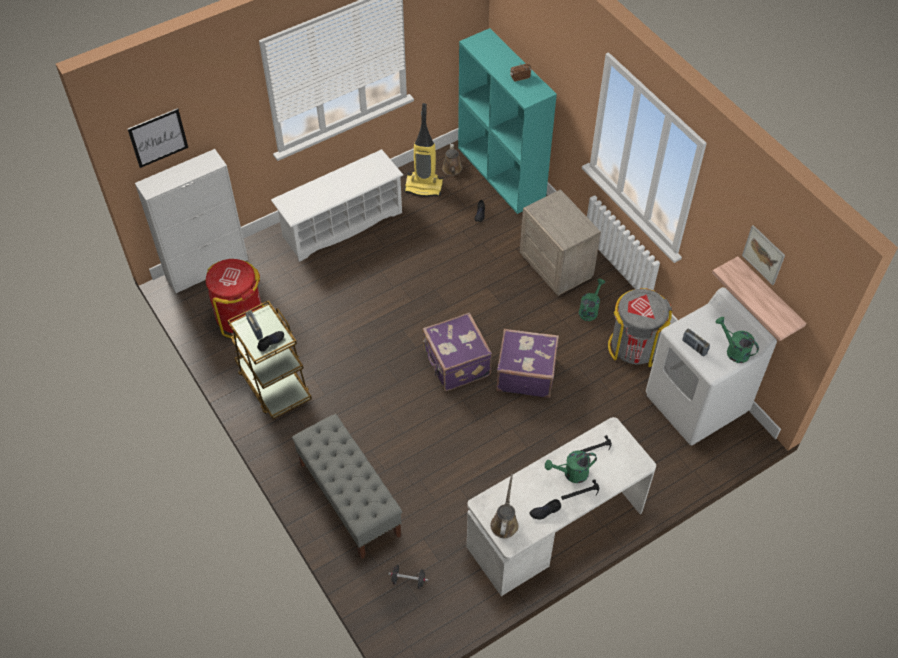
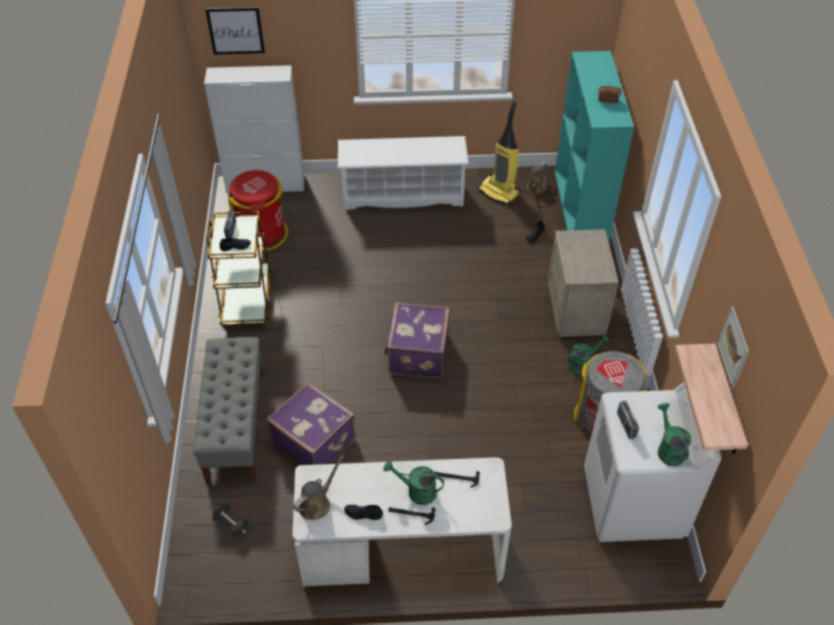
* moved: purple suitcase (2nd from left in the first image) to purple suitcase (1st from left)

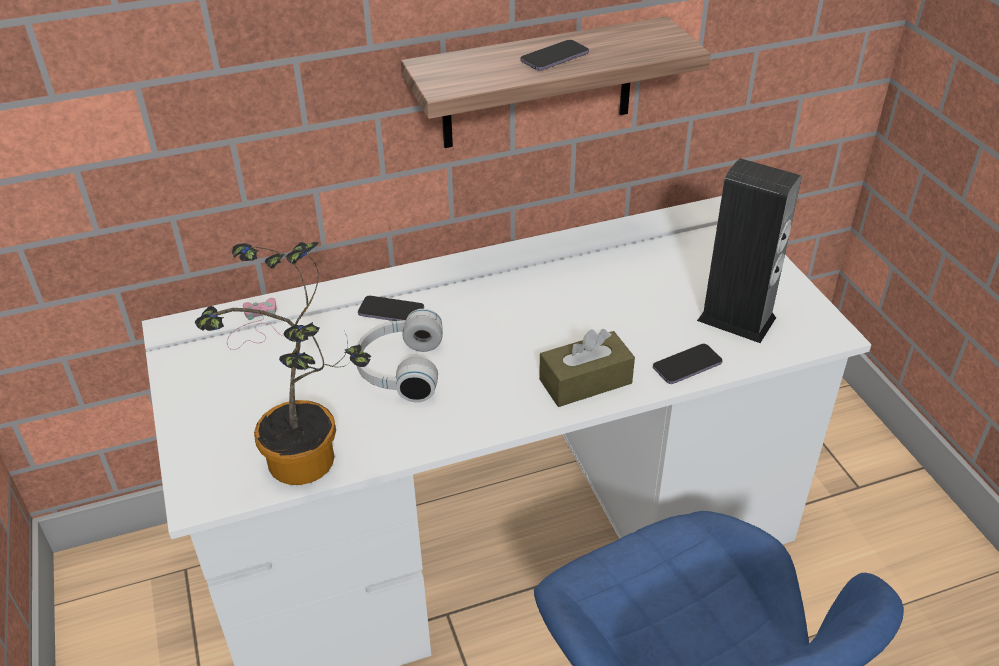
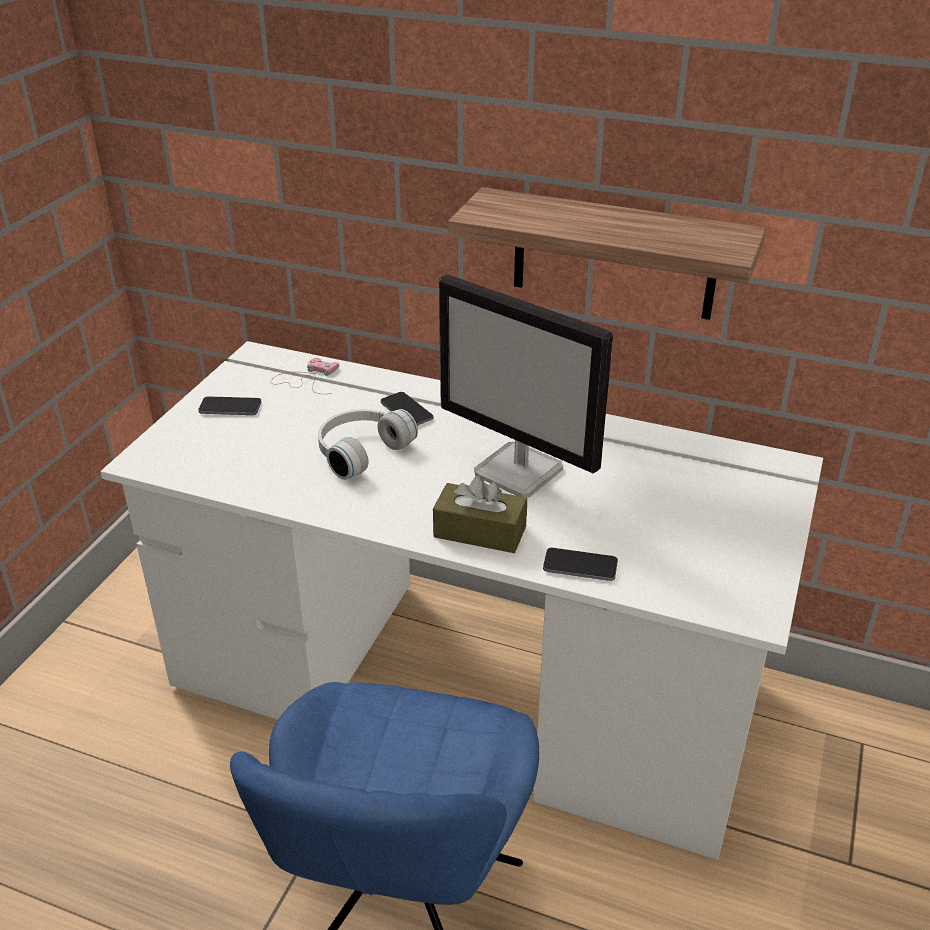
* removed: potted plant
* removed: speaker
* added: monitor
* moved: phone (2nd from left in the first image) to phone (1st from left)

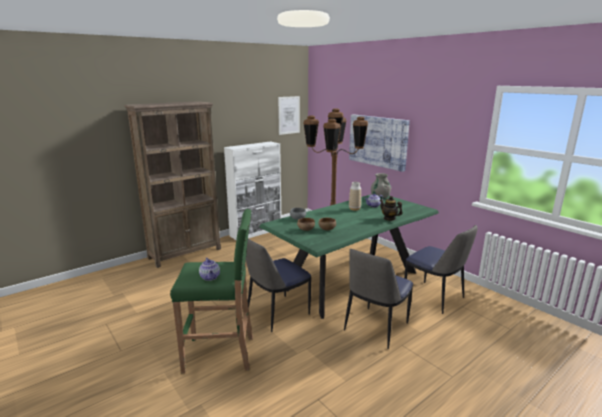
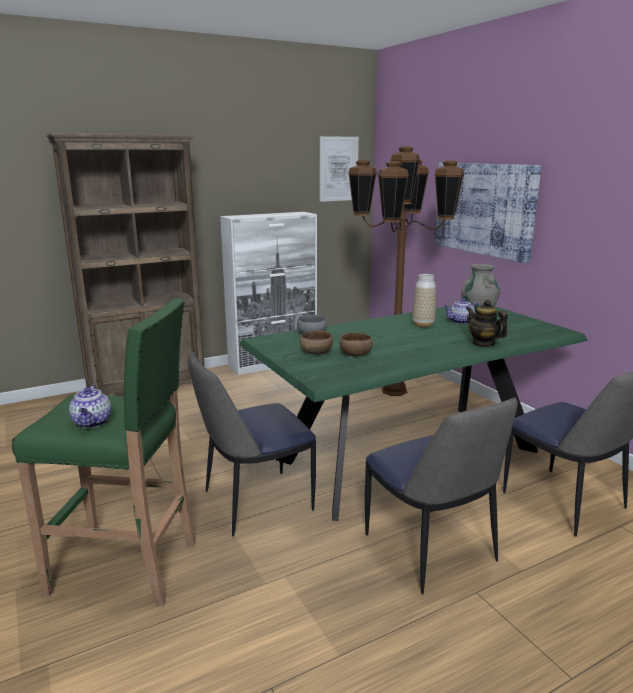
* turned: chair (2nd from left) 75 degrees counterclockwise

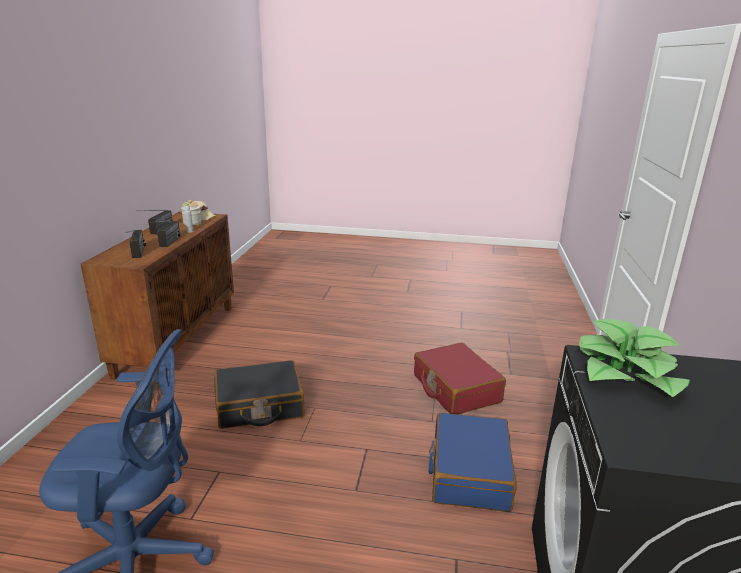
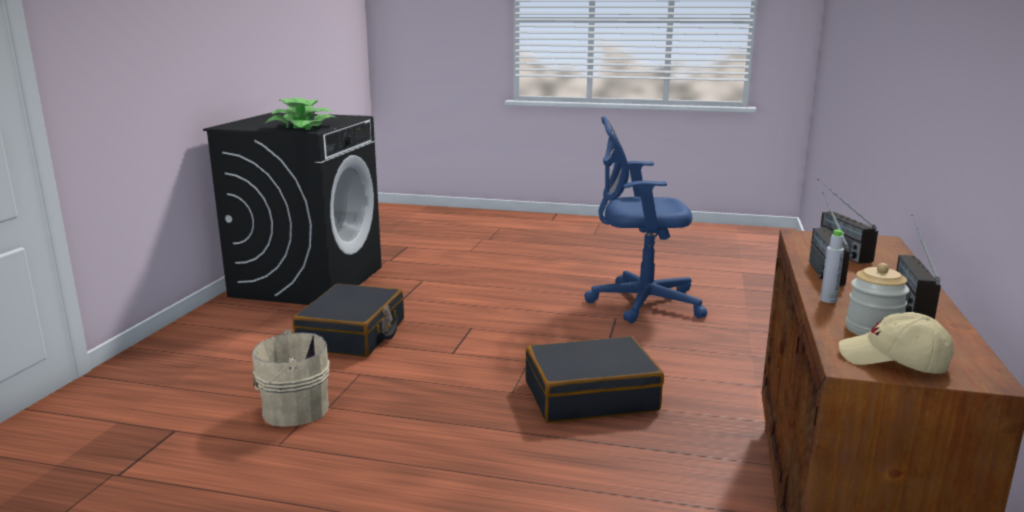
* replaced: red suitcase to beige bucket
* recoloured: blue suitcase to black suitcase (1st from left)

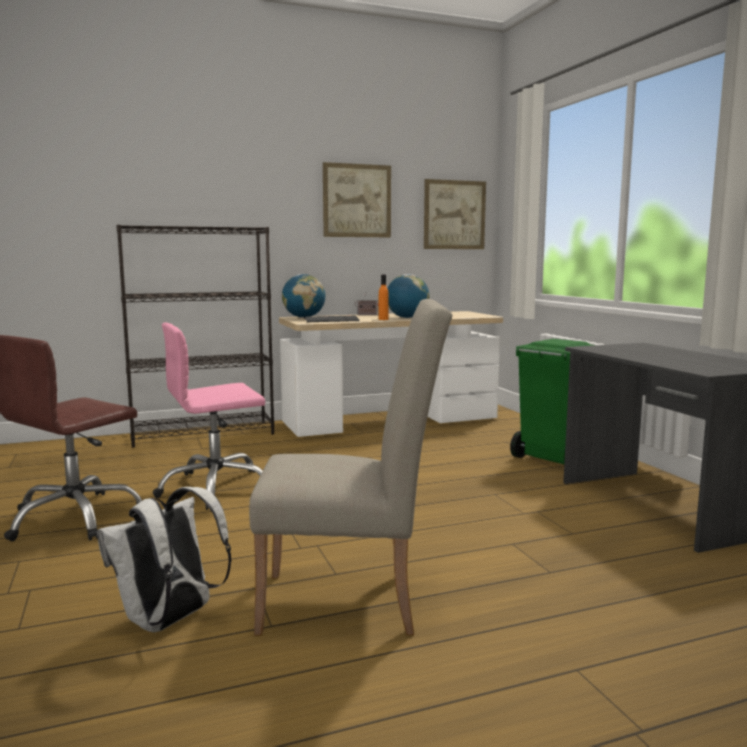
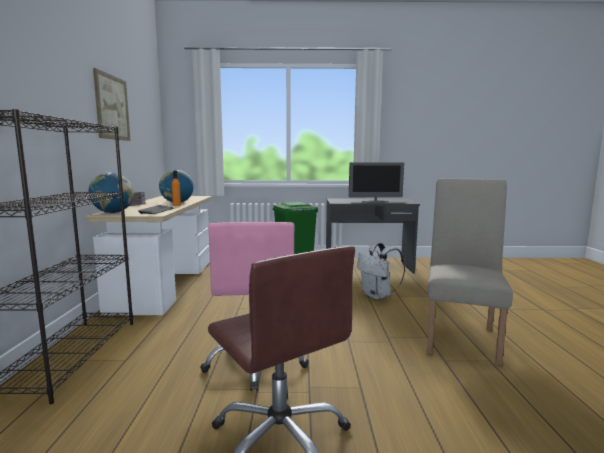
* removed: picture (2nd from left)
* added: monitor
* moved: white backpack

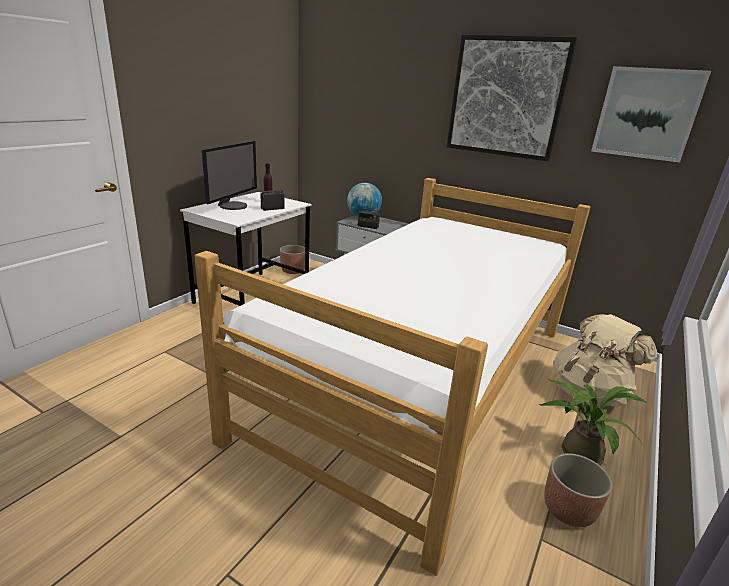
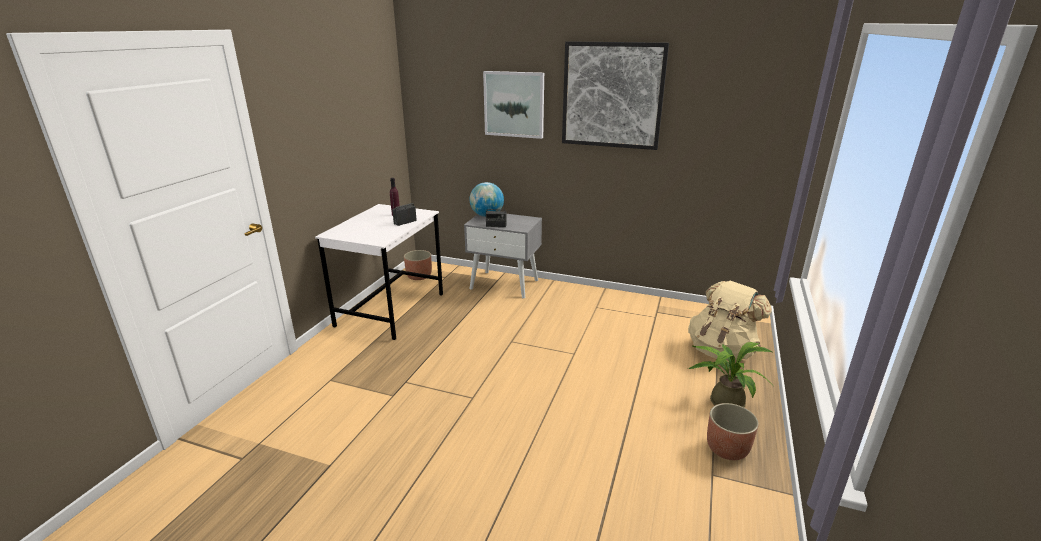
* removed: bed
* removed: monitor
* moved: picture (2nd from left in the first image) to picture (1st from left)

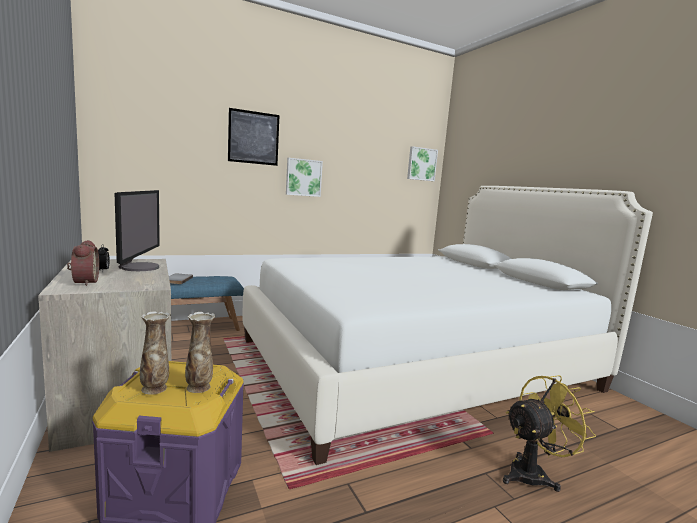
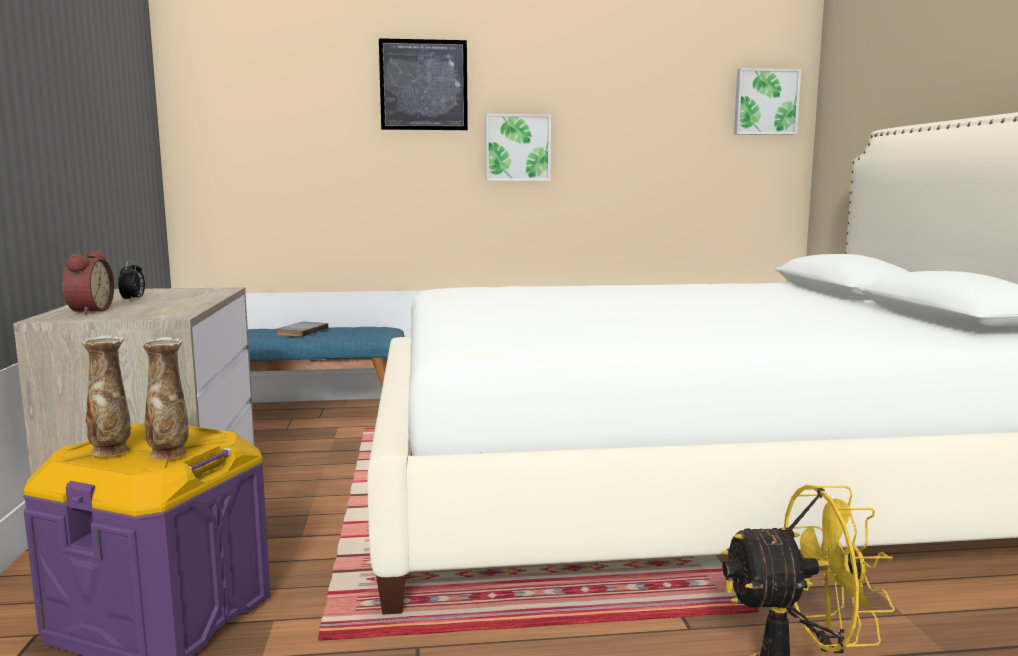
* removed: monitor

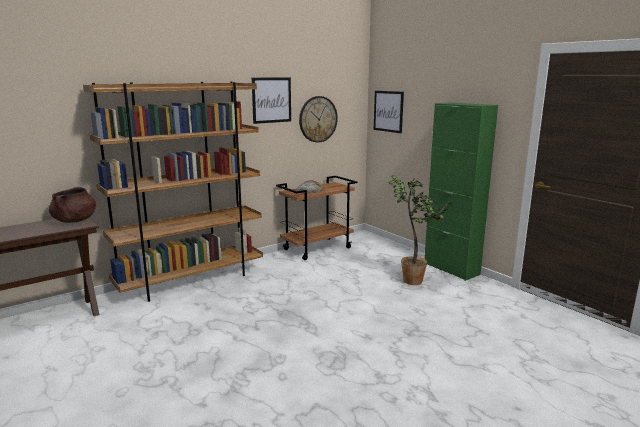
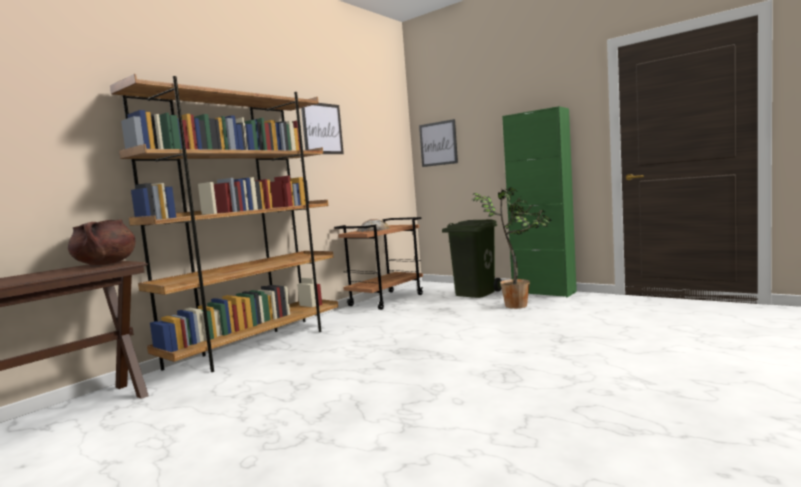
* removed: wall clock
* added: green trash can

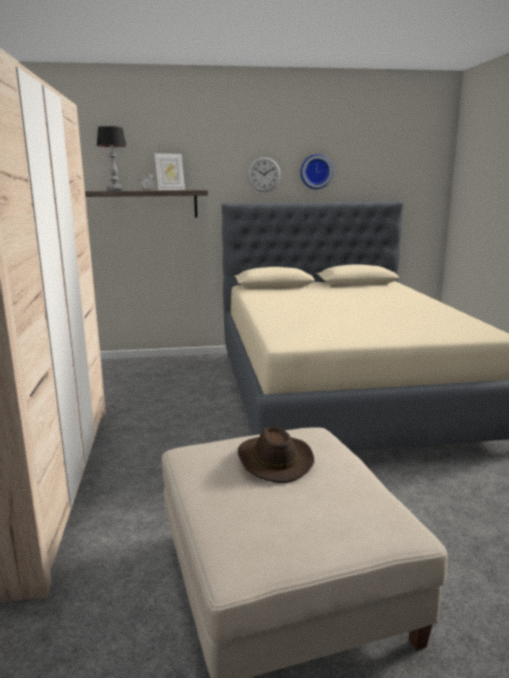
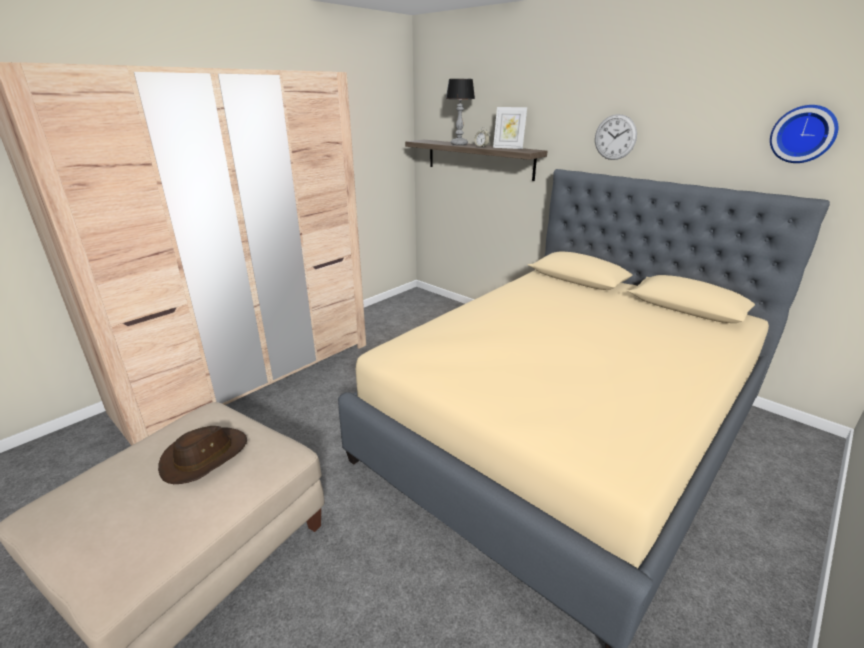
* moved: wall clock (2nd from left)

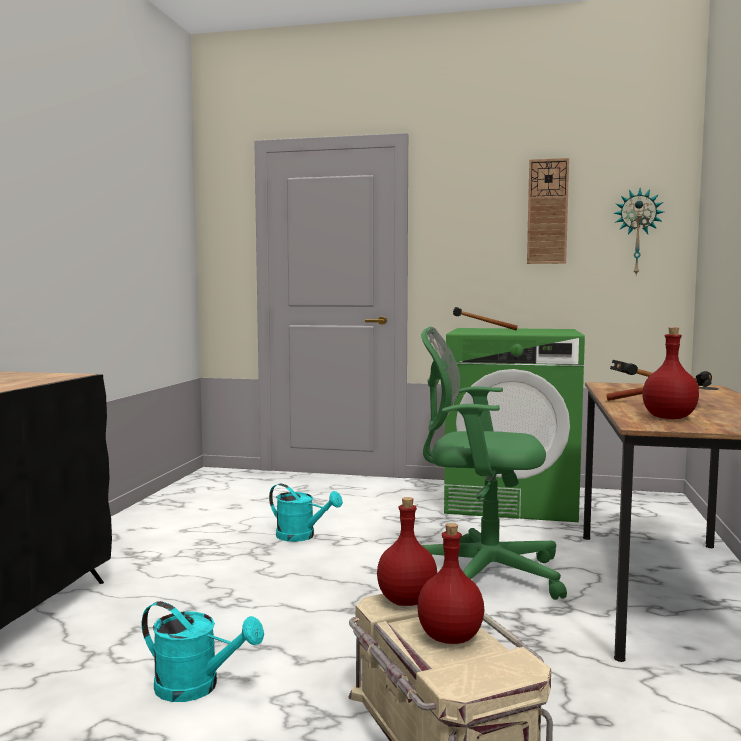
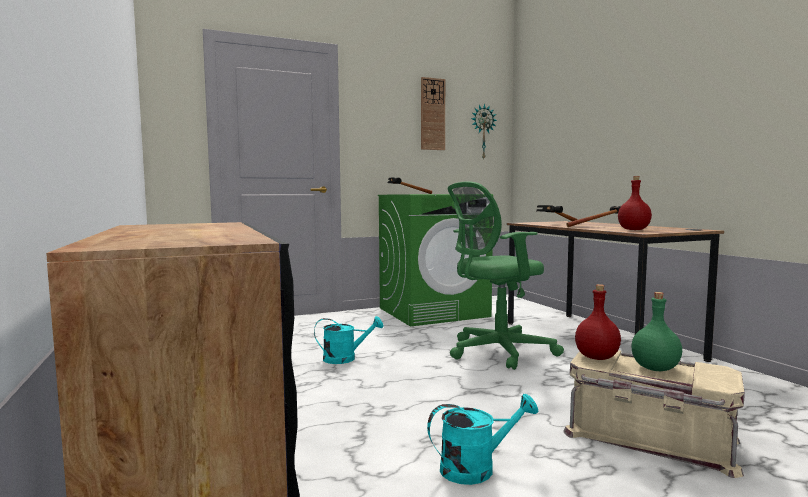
* recoloured: red bottle (2nd from left) to green bottle

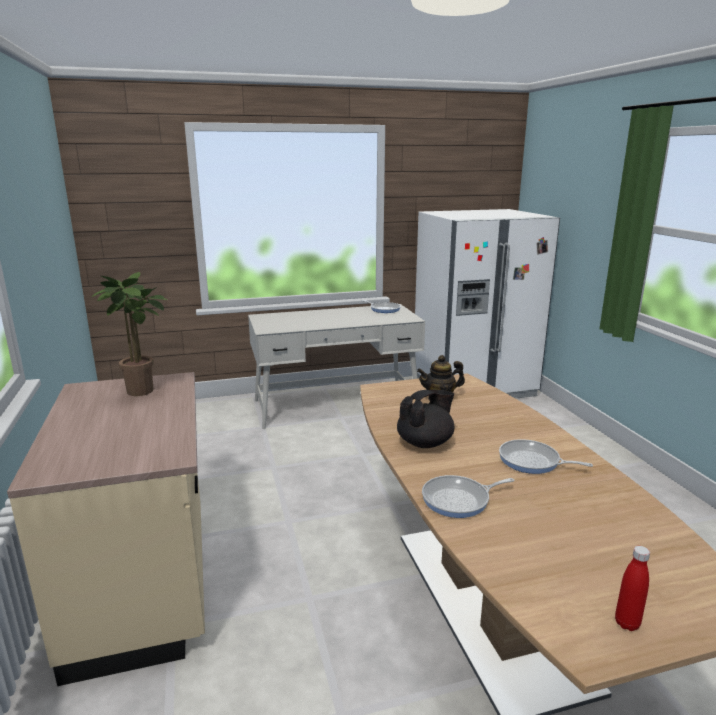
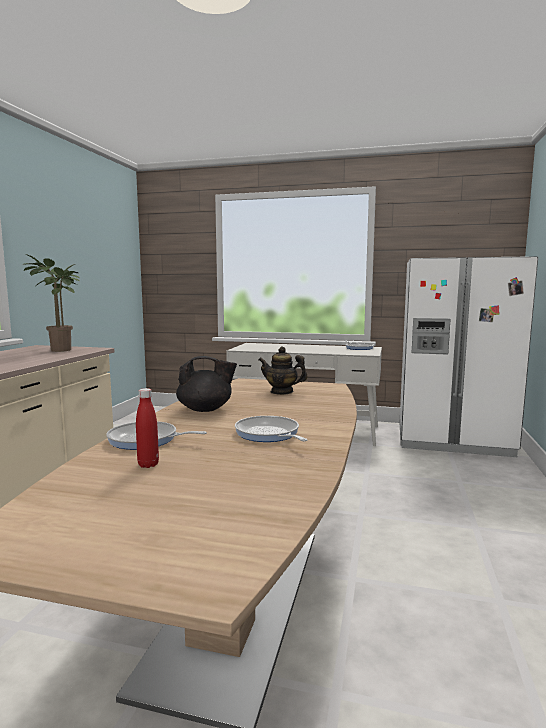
* moved: red bottle

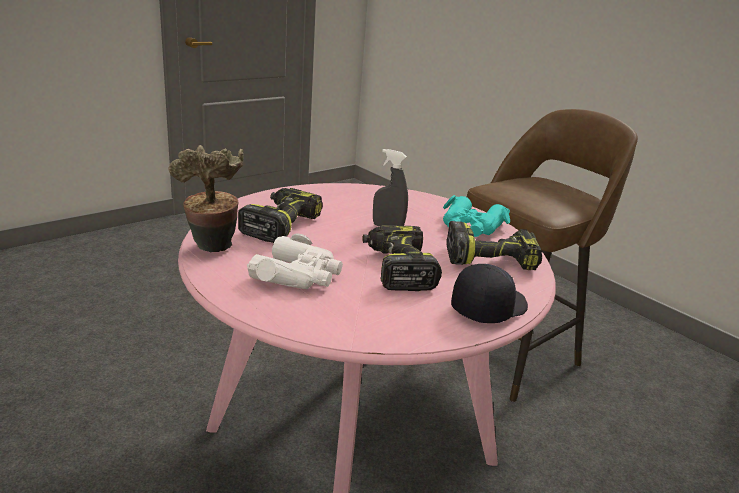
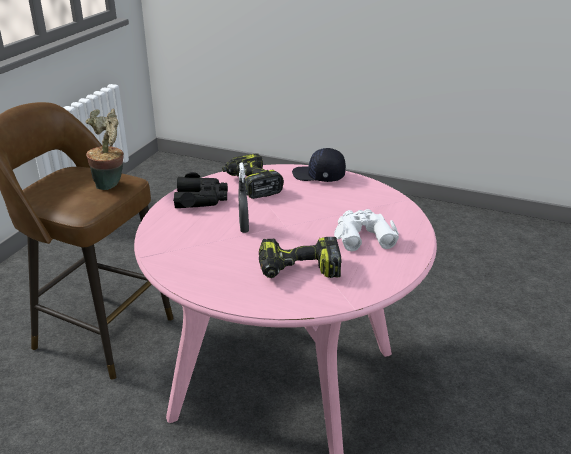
* removed: power drill (2nd from left)
* moved: potted plant
* recoloured: turquoise binoculars to black binoculars

